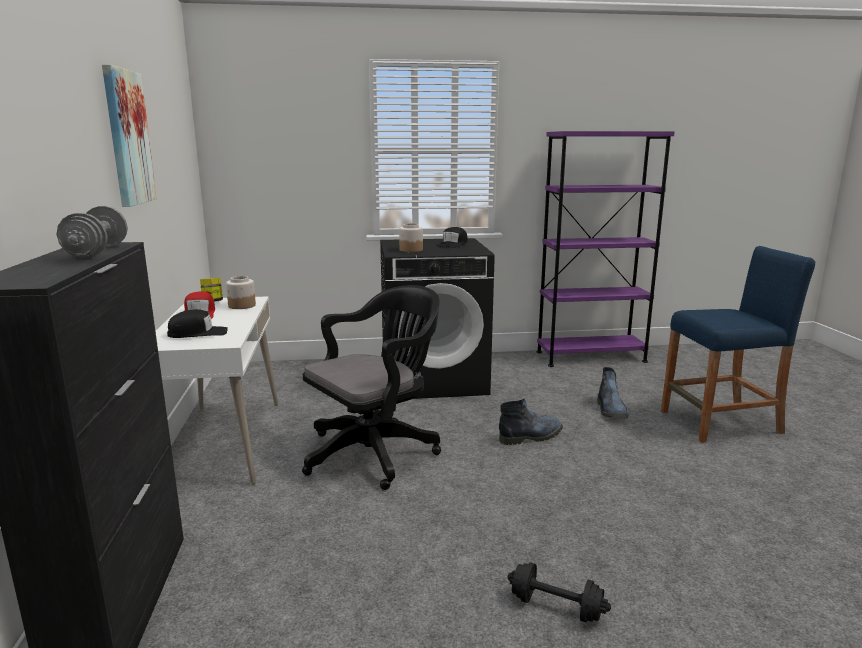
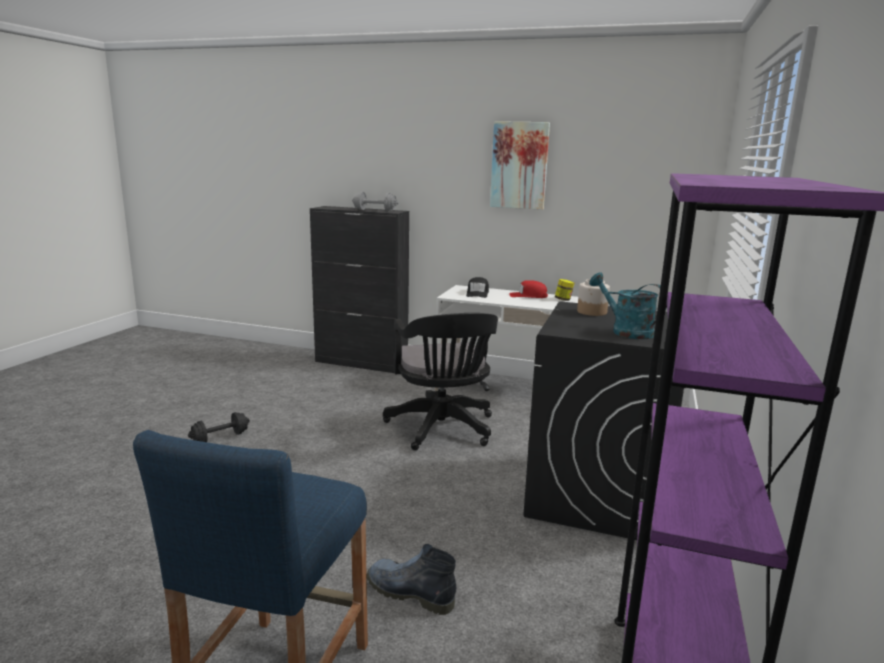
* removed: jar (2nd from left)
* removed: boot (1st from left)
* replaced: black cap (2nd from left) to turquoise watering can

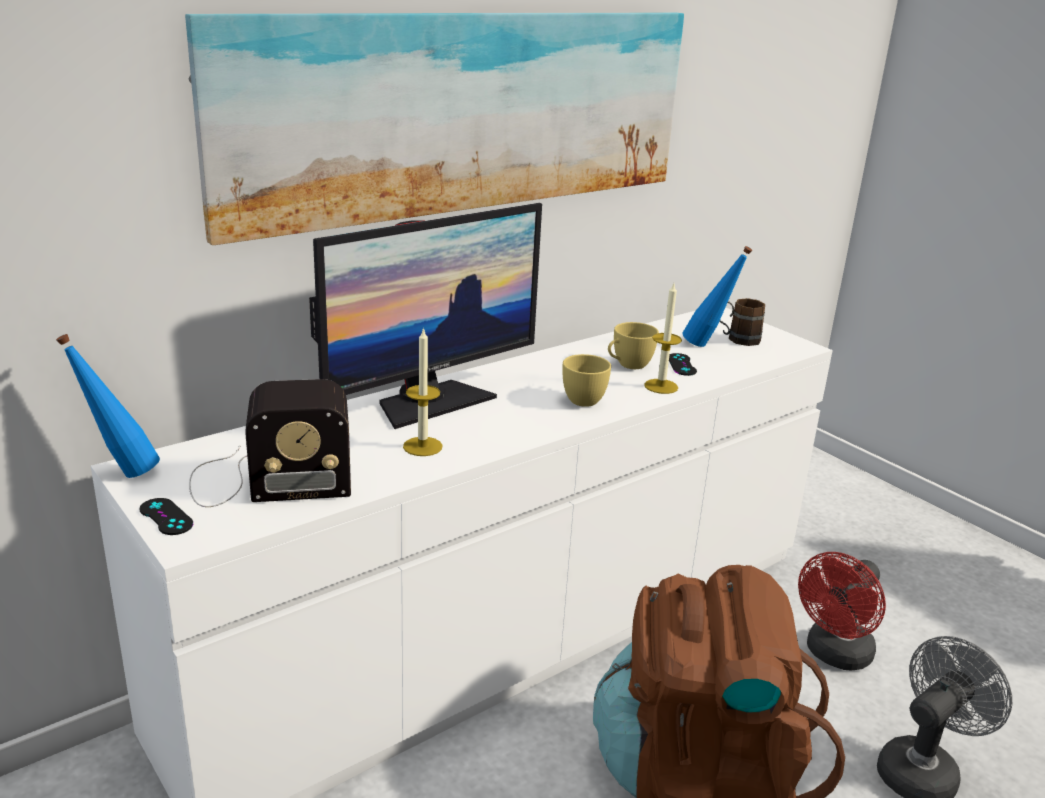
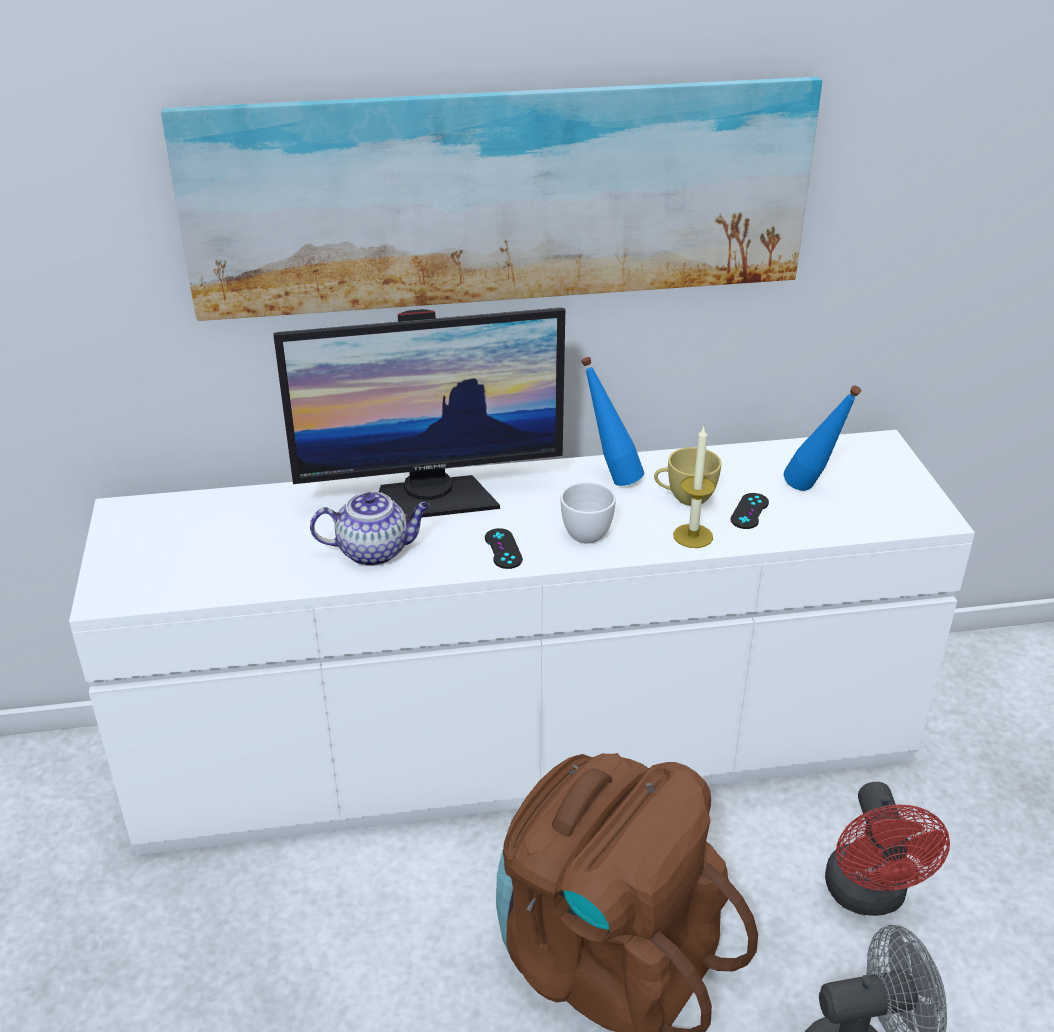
* removed: radio
* removed: brown mug
* moved: blue bottle (1st from left)
* moved: black game controller (1st from left)
* replaced: candle (1st from left) to teapot
* recoloured: yellow cup (1st from left) to white cup
* turned: red fan 75 degrees counterclockwise

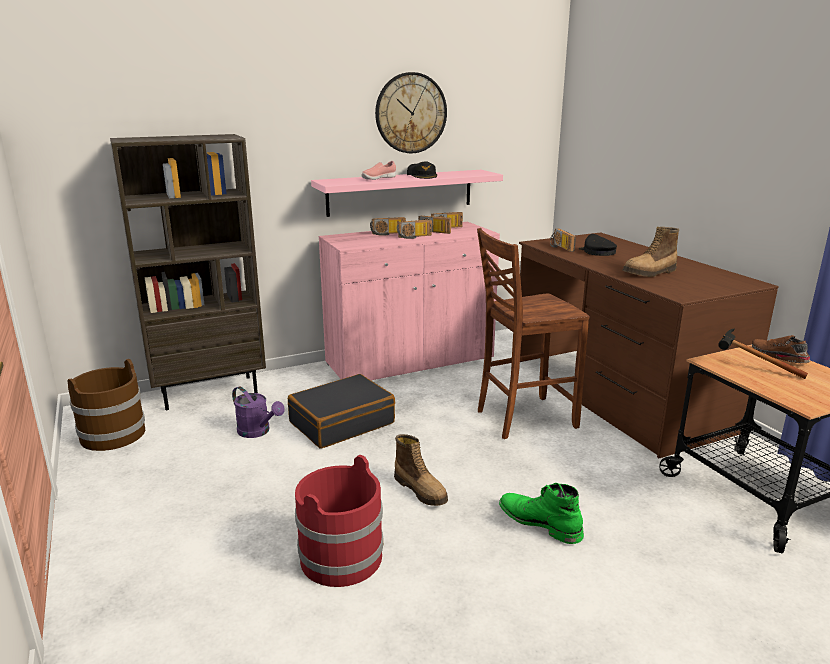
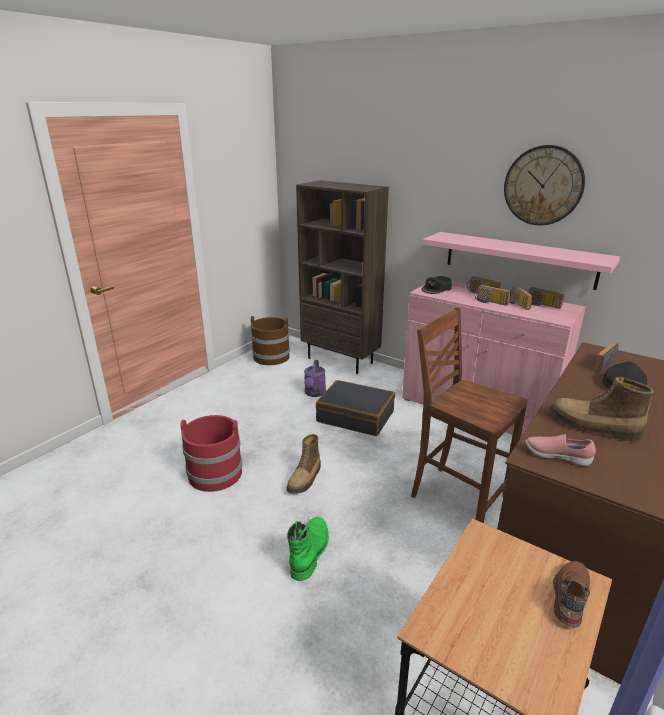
* removed: hammer
* moved: pink shoe
* moved: black cap (1st from left)

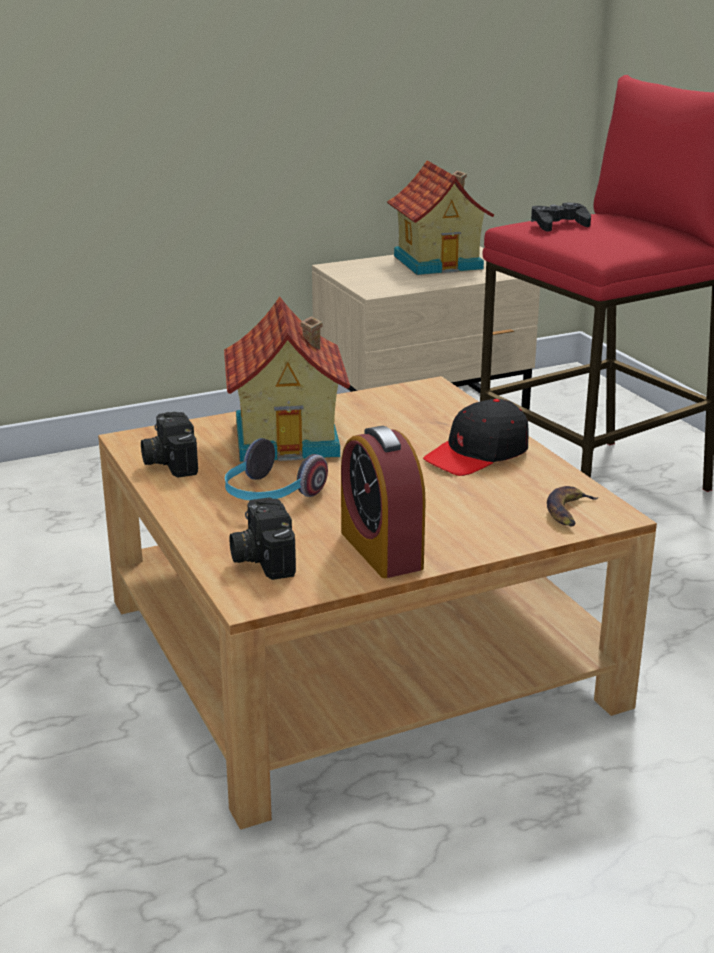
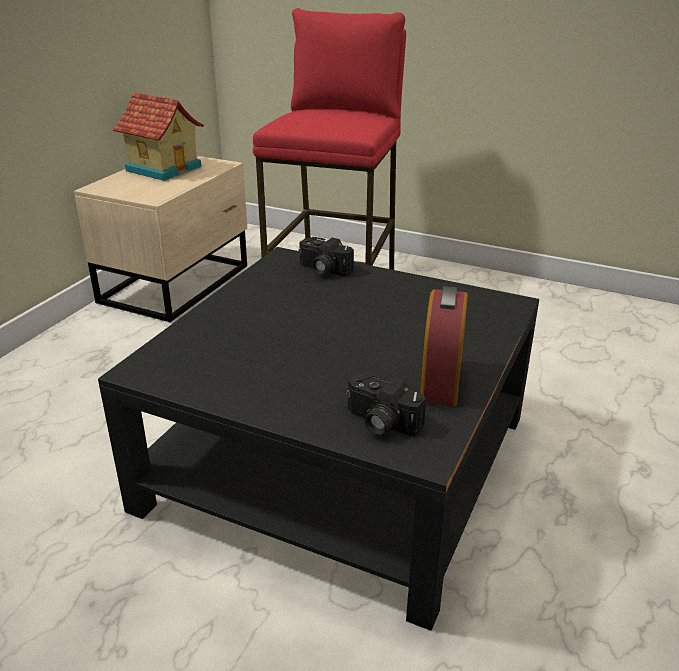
* removed: toy house (1st from left)
* removed: headphones
* removed: black cap
* removed: black game controller
* removed: banana
* moved: photo camera (1st from left)
* recoloured: beige coffee table to black coffee table
* turned: alarm clock 75 degrees clockwise

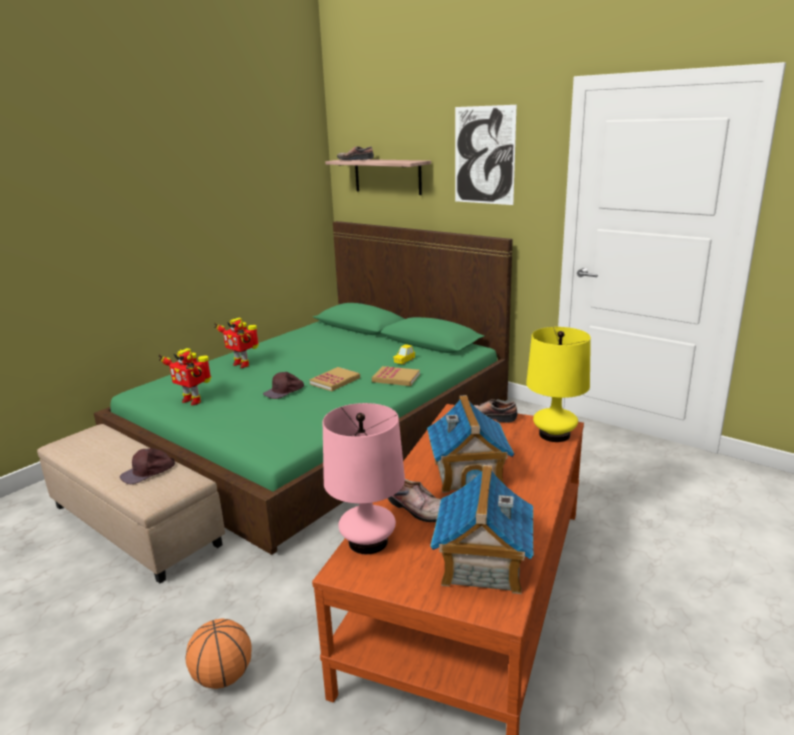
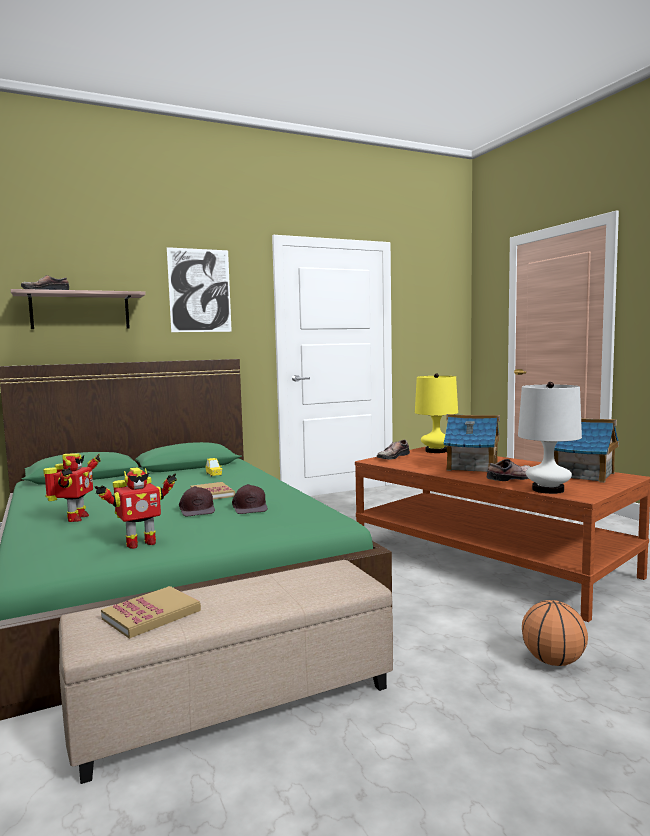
* moved: brown cap (1st from left in the first image) to brown cap (2nd from left)
* moved: book (2nd from left in the first image) to book (1st from left)
* recoloured: pink table lamp to white table lamp
* turned: toy robot (2nd from left in the first image) 60 degrees counterclockwise

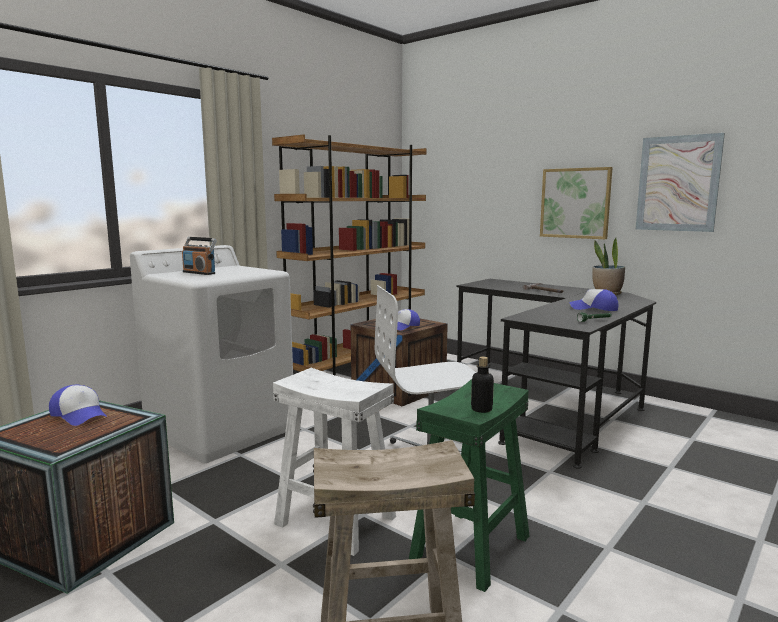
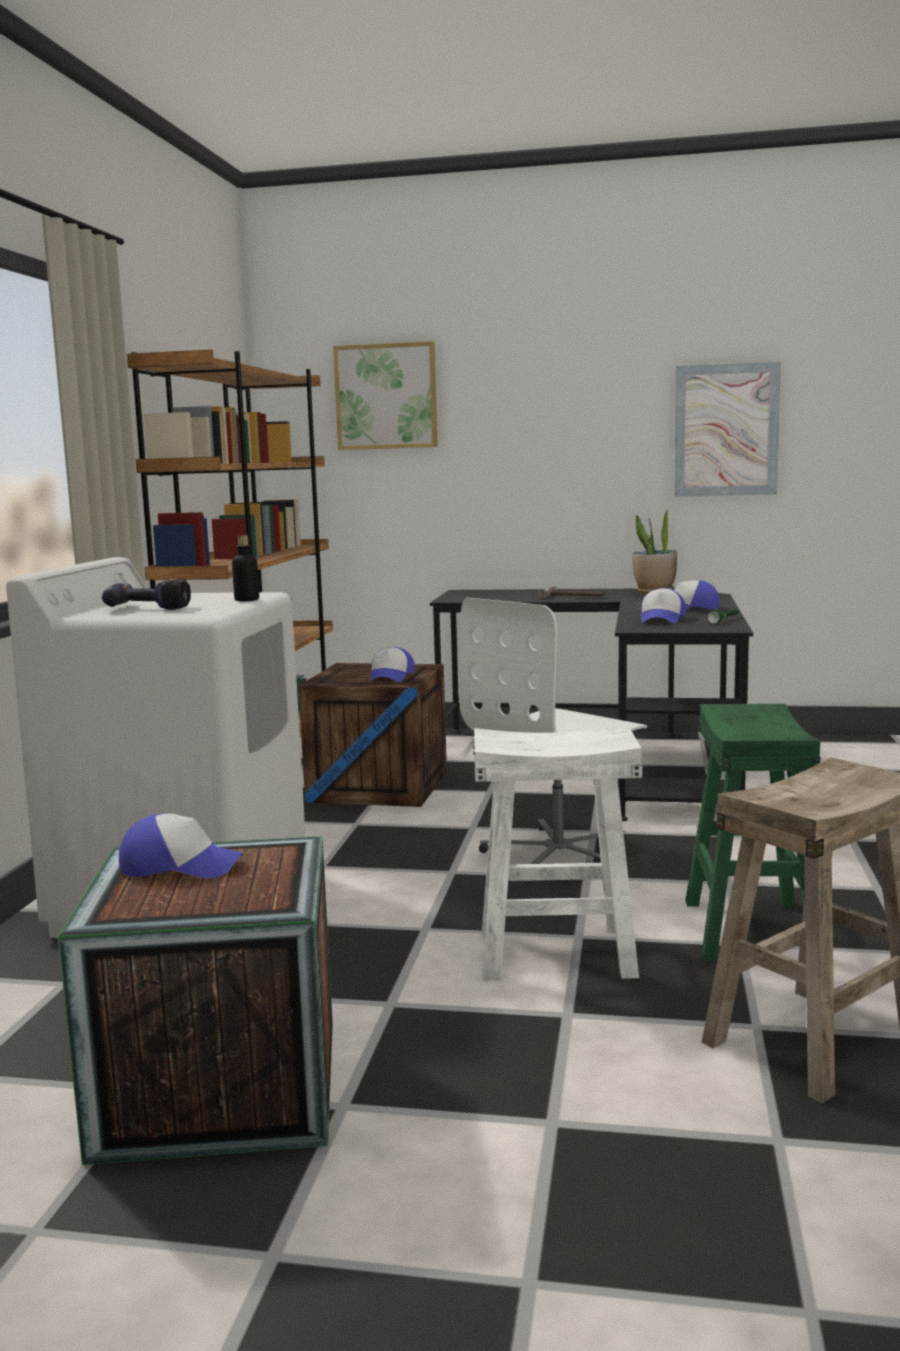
* added: cap (3rd from left)
* moved: bottle
* moved: picture (1st from left)
* replaced: radio to power drill

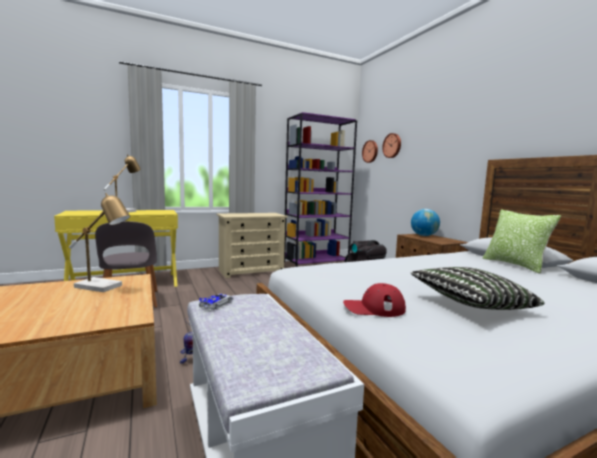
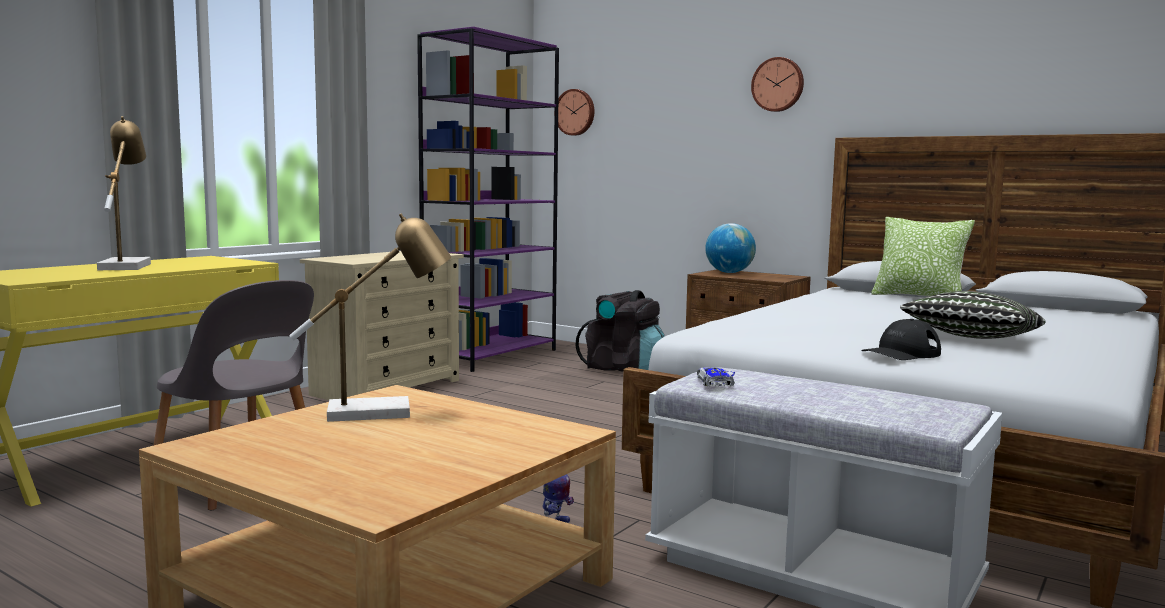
* moved: wall clock (2nd from left)
* recoloured: red cap to black cap

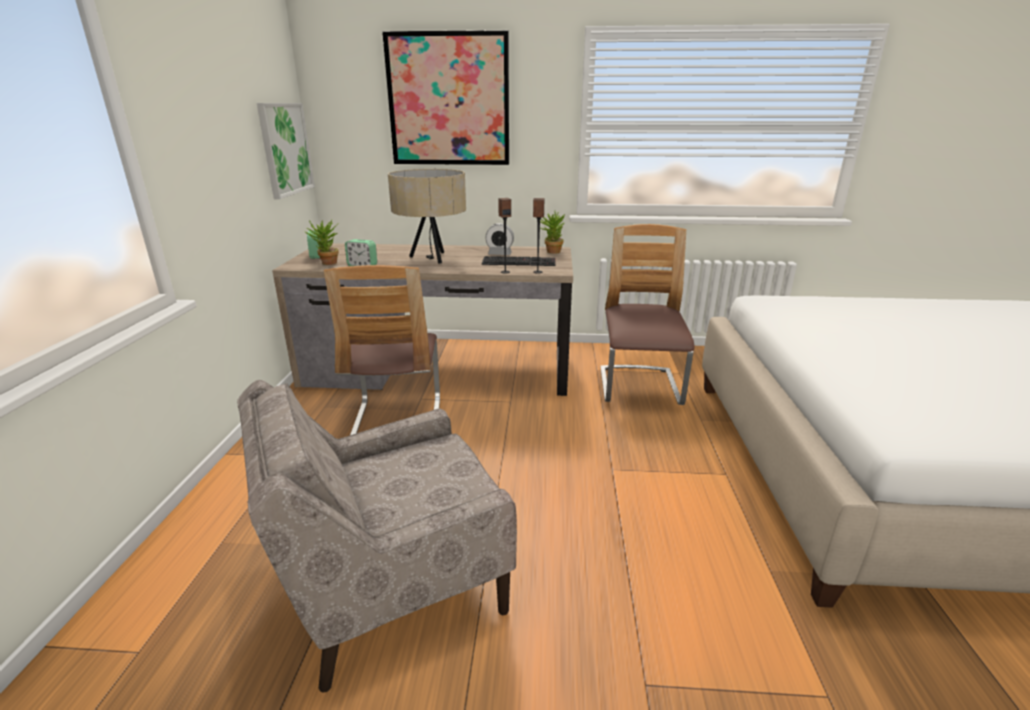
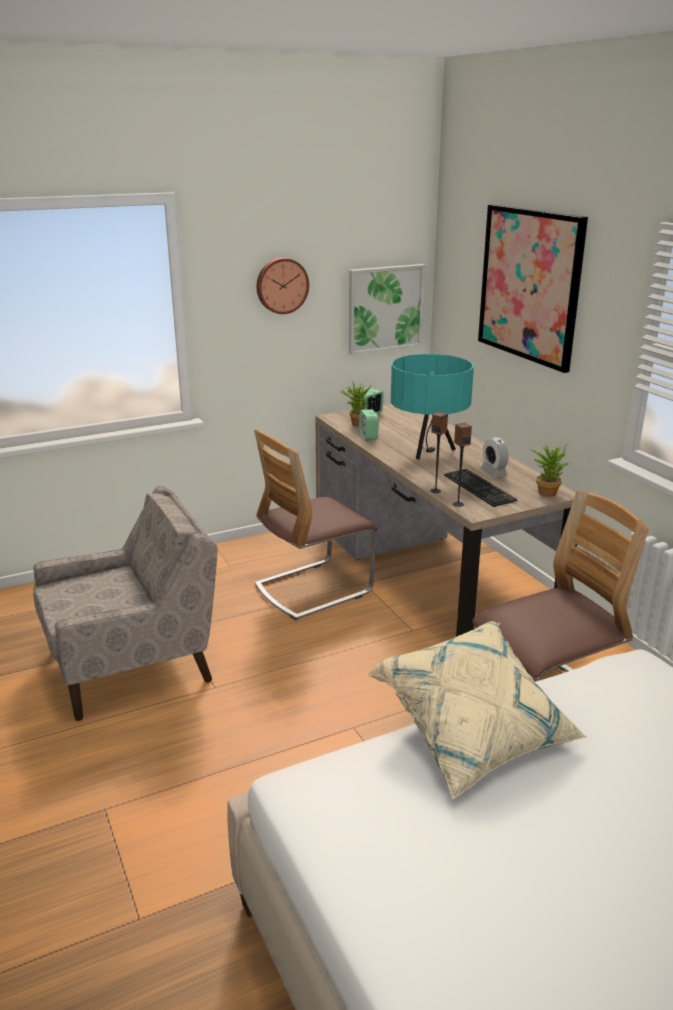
* added: wall clock
* added: beige pillow
* recoloured: beige table lamp to turquoise table lamp
* turned: beige armchair 120 degrees clockwise

